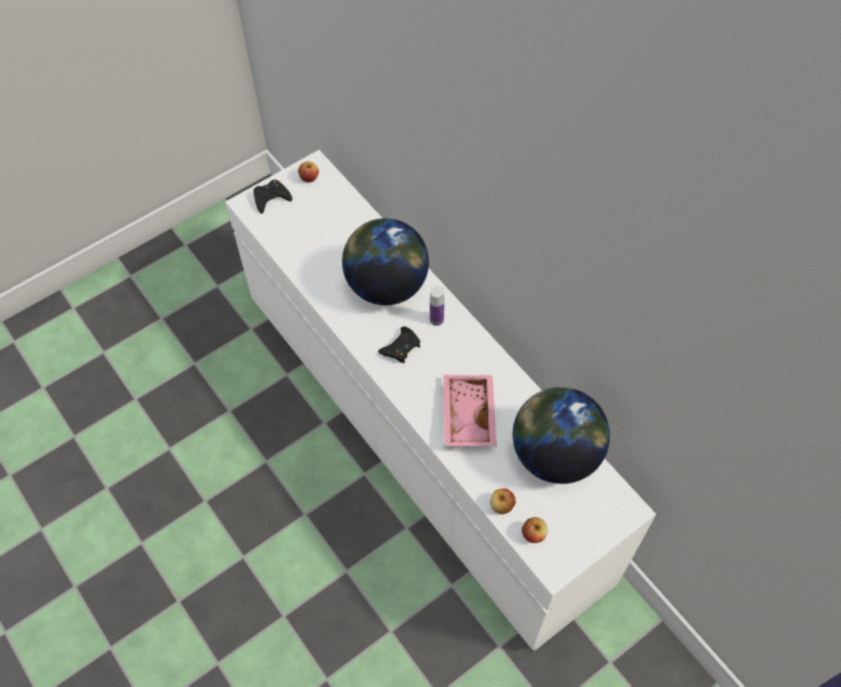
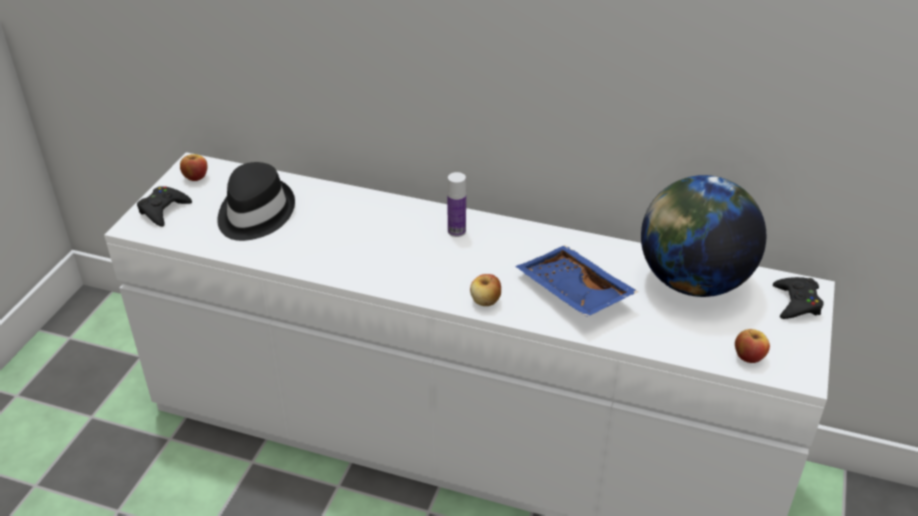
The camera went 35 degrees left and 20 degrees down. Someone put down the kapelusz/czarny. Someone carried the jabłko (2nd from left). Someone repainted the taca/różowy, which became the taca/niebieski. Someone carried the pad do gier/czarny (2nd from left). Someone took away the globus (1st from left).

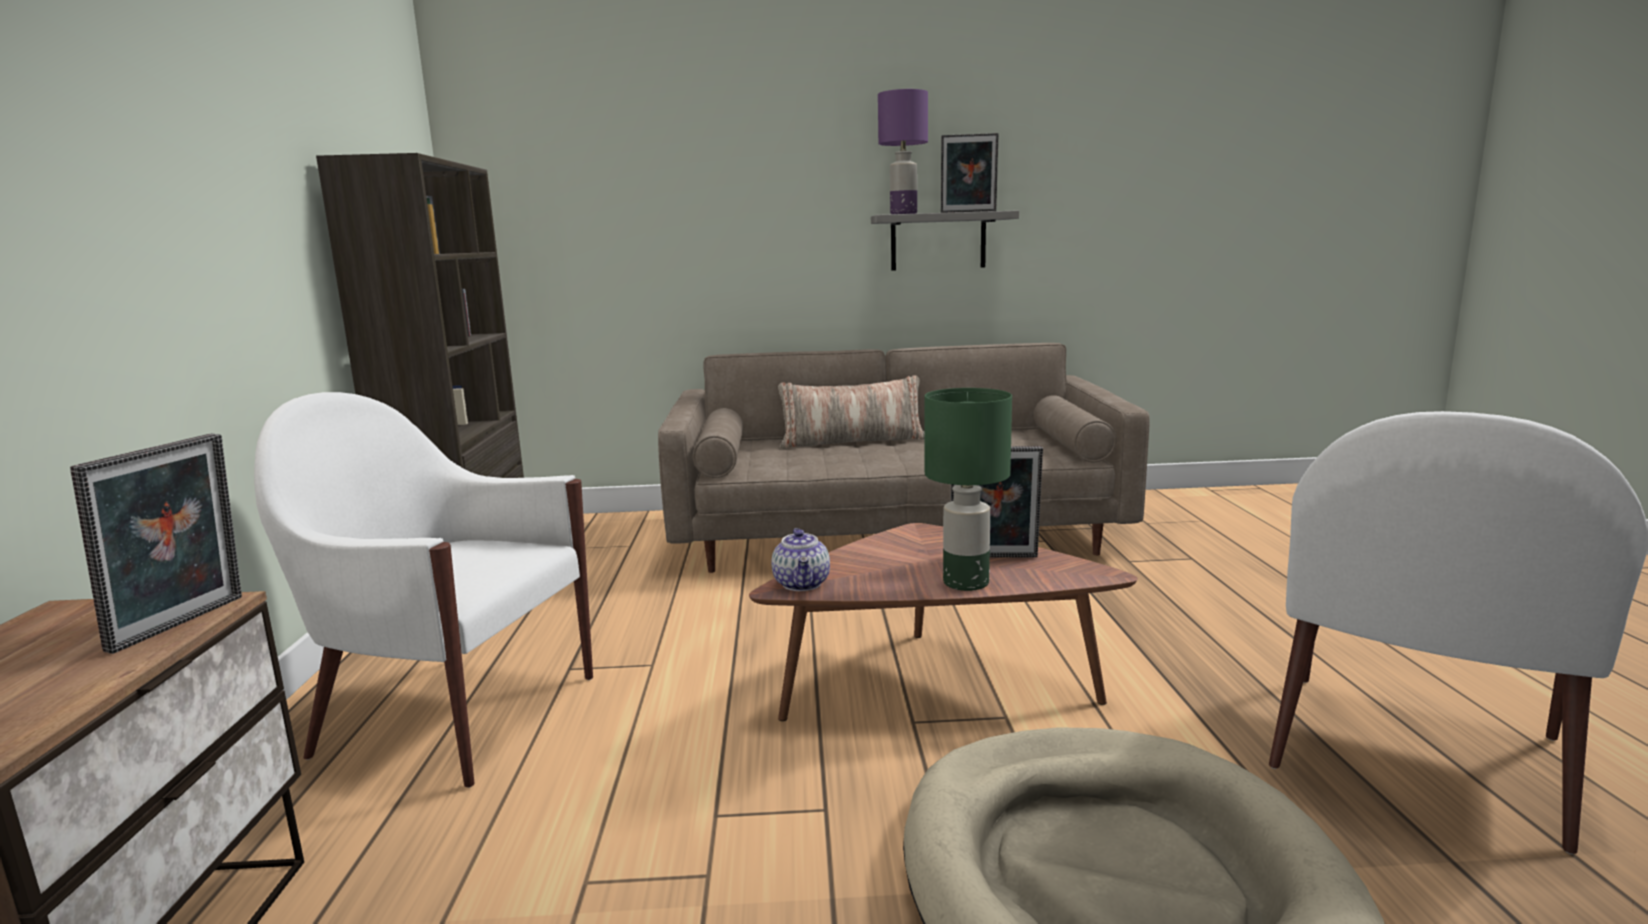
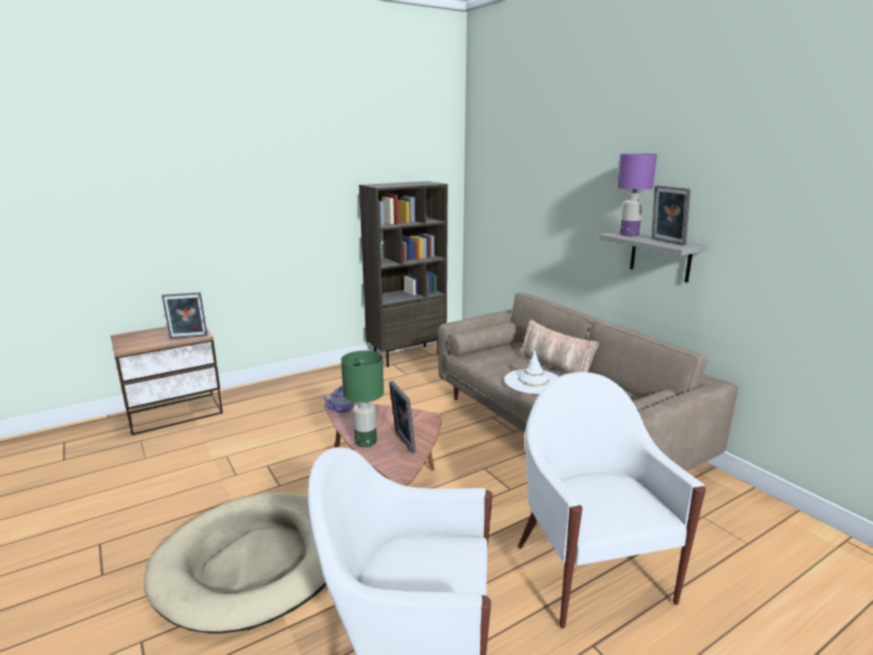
The camera went 60 degrees right and 5 degrees up. Someone put down the kapelusz/biały. Someone carried the fotel/biały (1st from left in the first image).

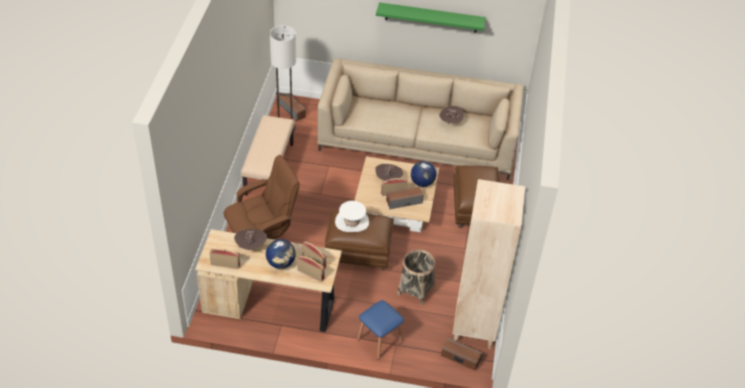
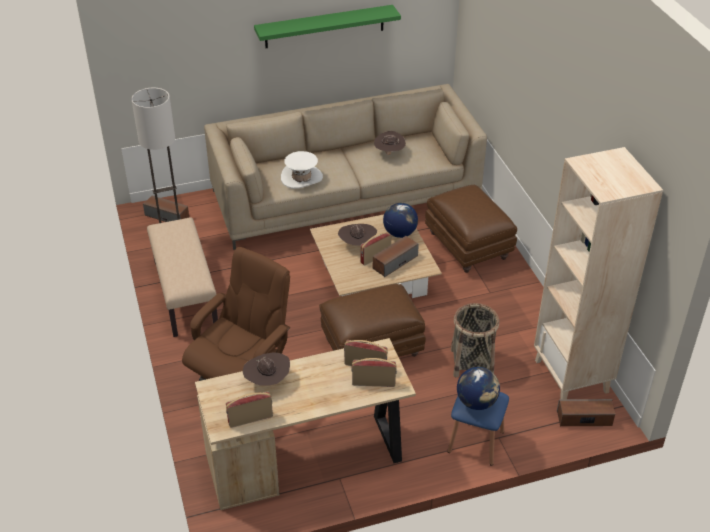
The camera went 25 degrees left and 5 degrees down. Someone carried the kapelusz/biały. Someone carried the globus (1st from left in the first image).

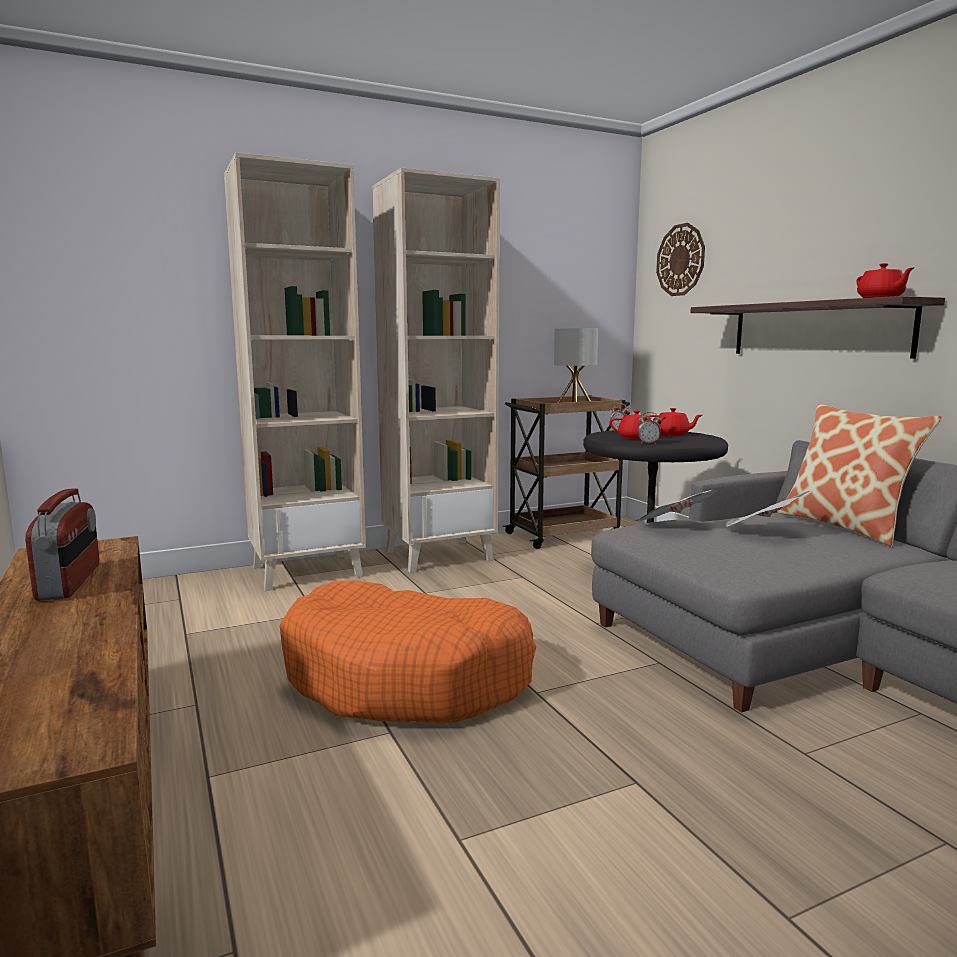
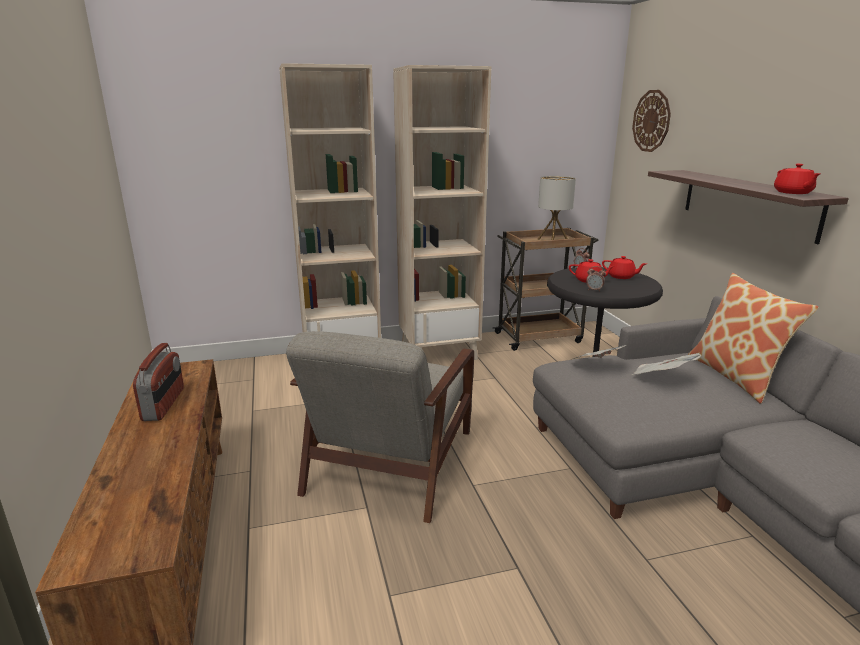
The camera went 10 degrees right and 10 degrees up. Someone swapped the legowisko/pomarańczowy for the fotel/szary.

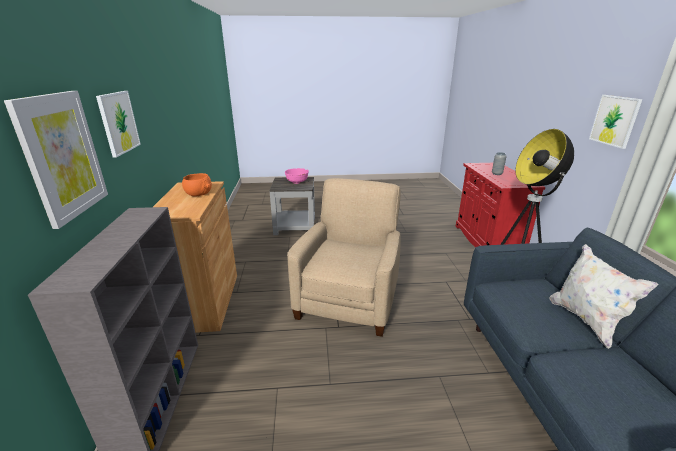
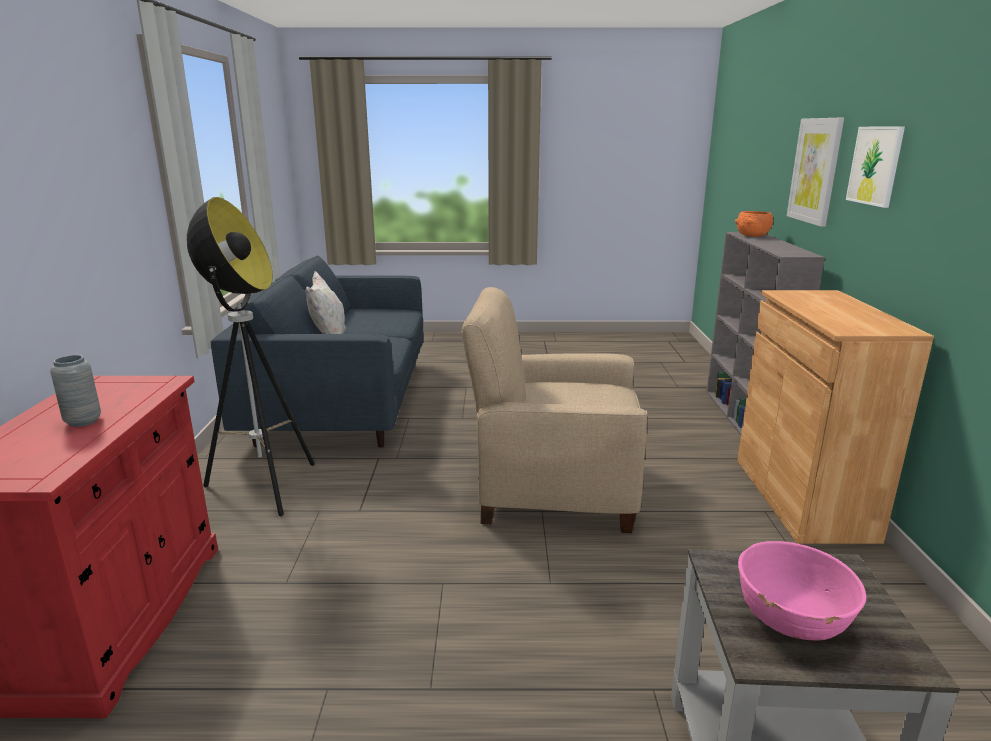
The camera went 175 degrees left and 5 degrees down. Someone rotated the fotel/beżowy by 75 degrees clockwise. Someone carried the miska/pomarańczowy. Someone took away the obraz (3rd from left).

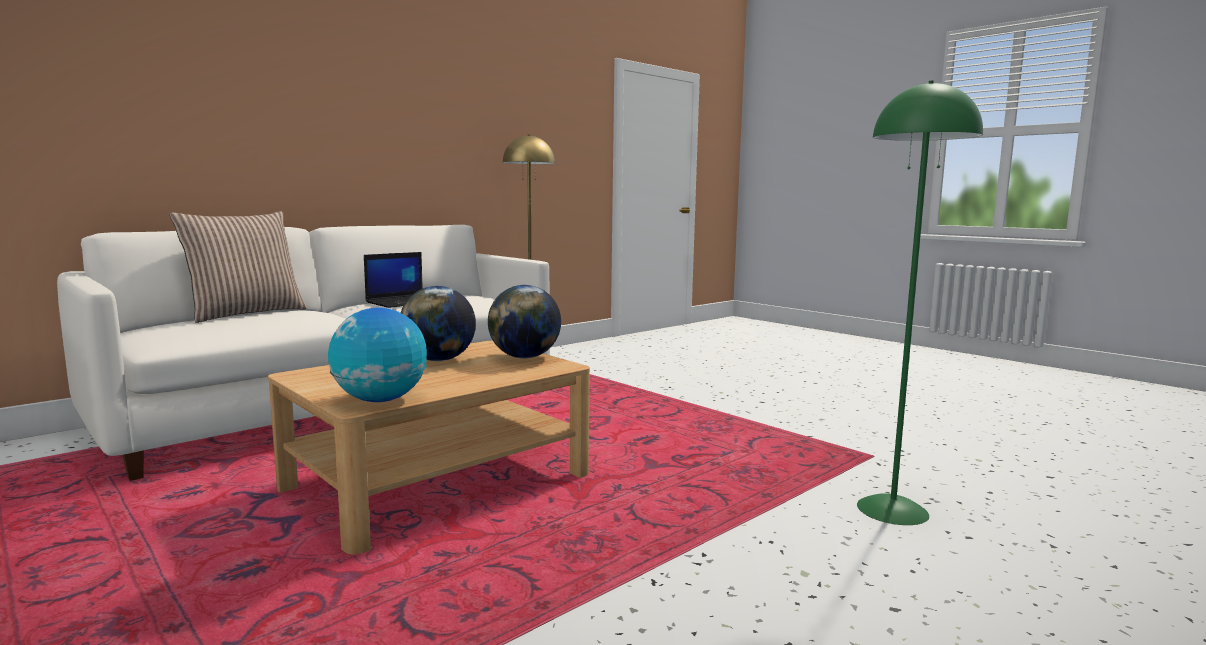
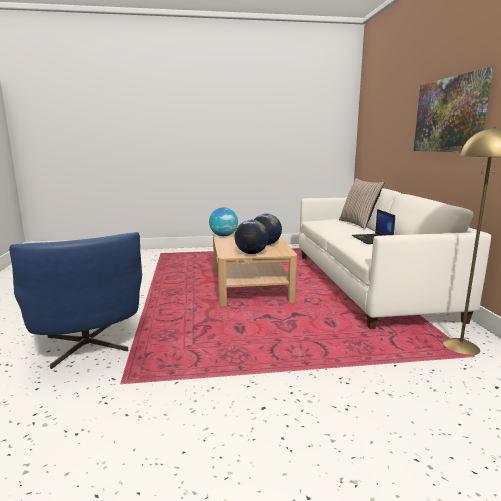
The camera went 125 degrees right and 5 degrees up. Someone swapped the lampa stojąca/zielony for the fotel/niebieski. Someone put up the obraz.

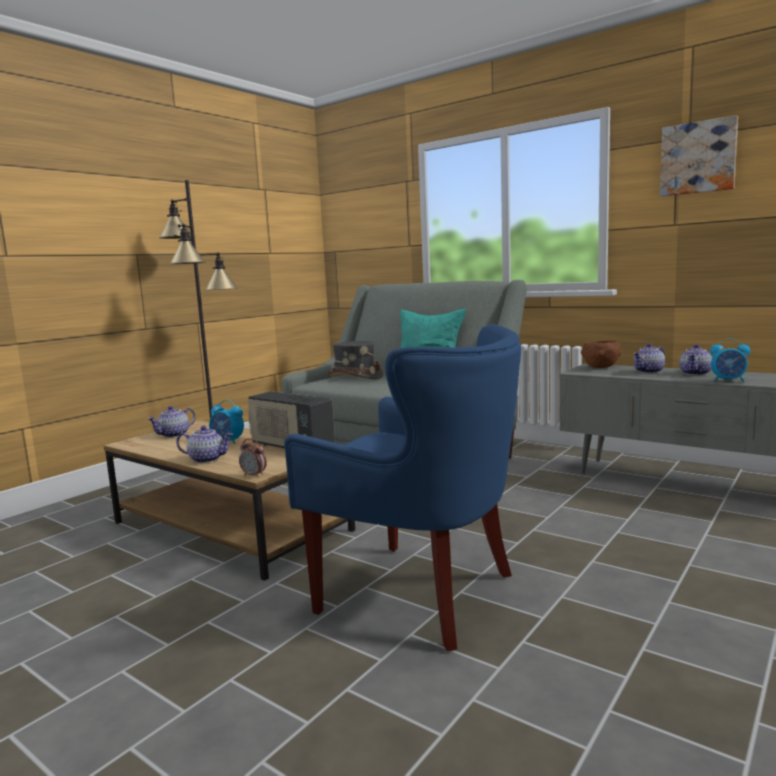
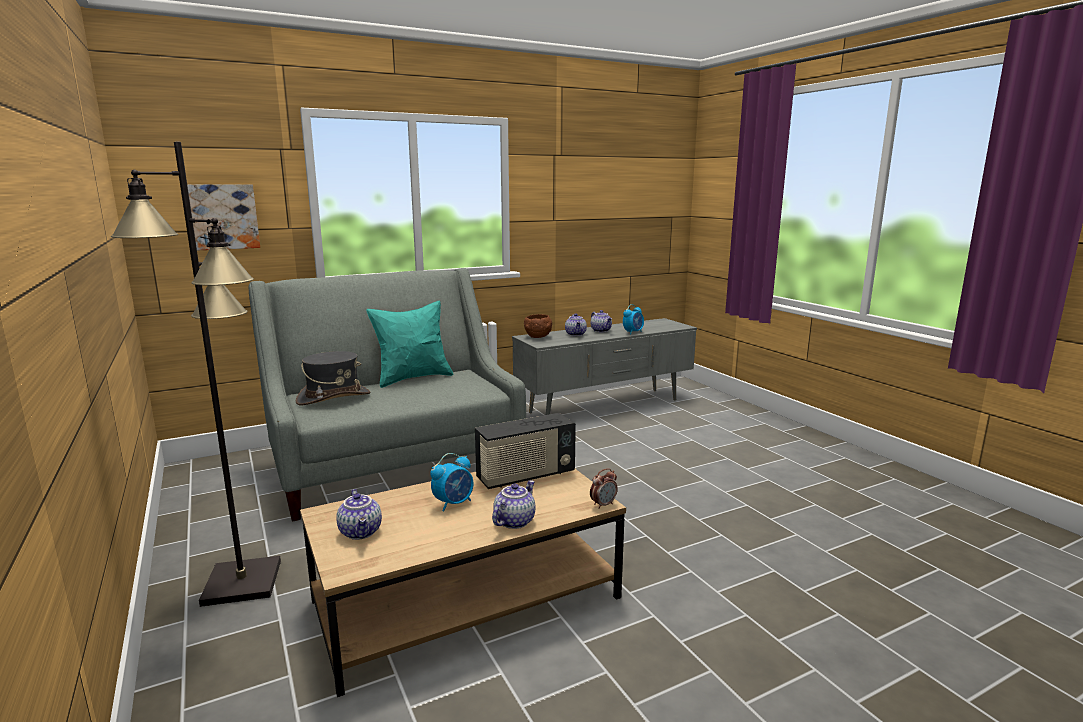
The camera went 65 degrees left and 5 degrees up. Someone carried the obraz. Someone took away the fotel/niebieski.

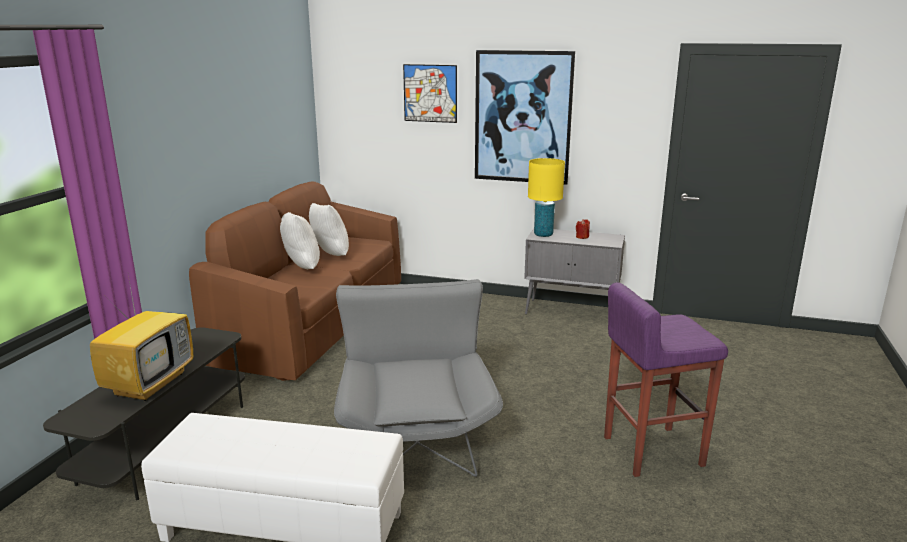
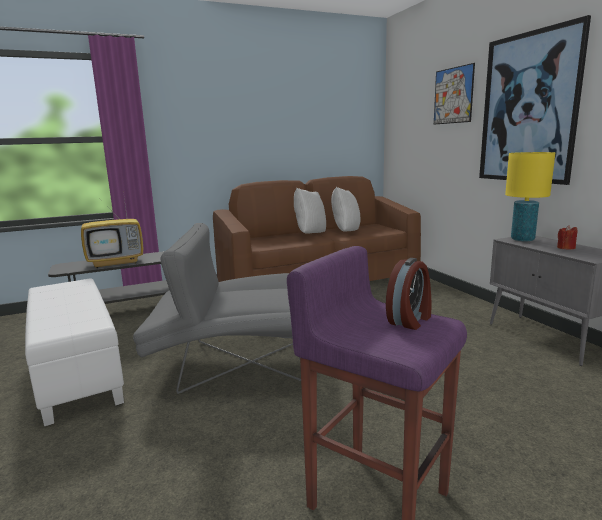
The camera went 50 degrees right and 5 degrees down. Someone rotated the fotel/szary by 135 degrees counterclockwise. Someone put down the budzik.

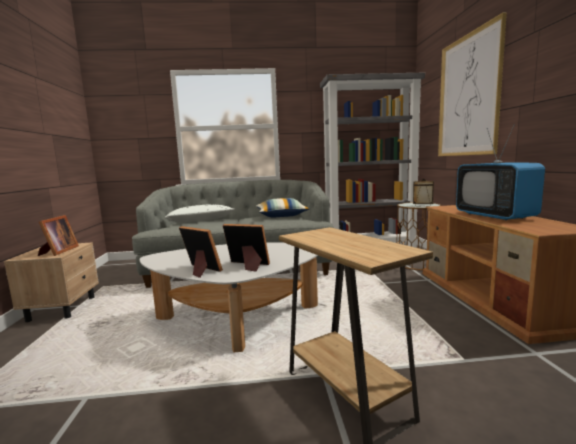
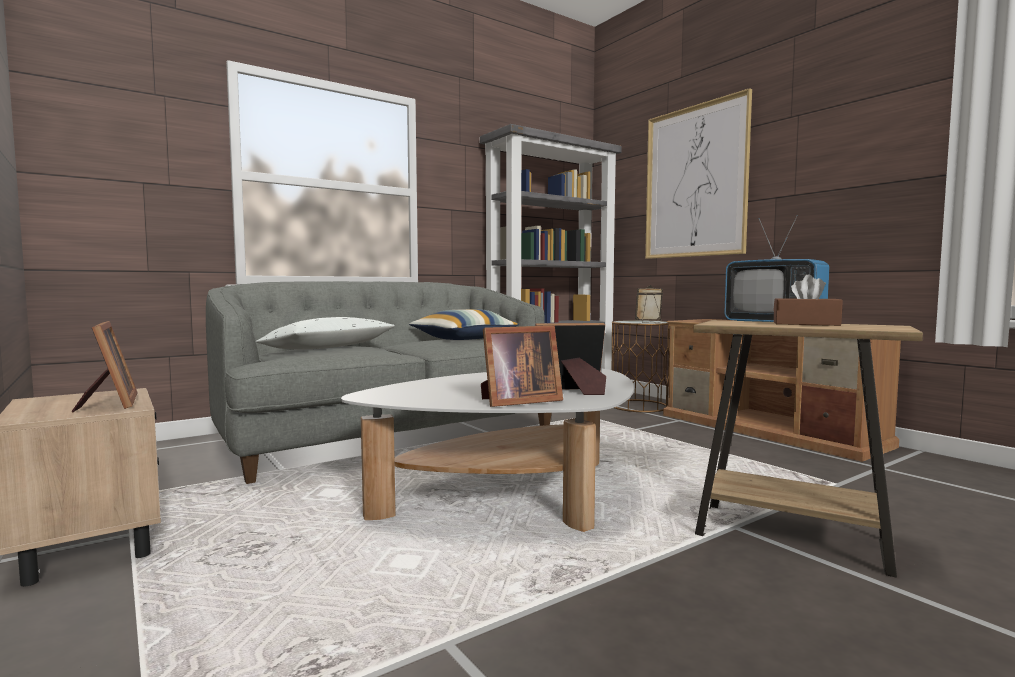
The camera went 30 degrees left and 5 degrees down. Someone rotated the ramka na zdjęcie (2nd from left) by 150 degrees clockwise. Someone put down the pudełko chusteczek/brązowy.

